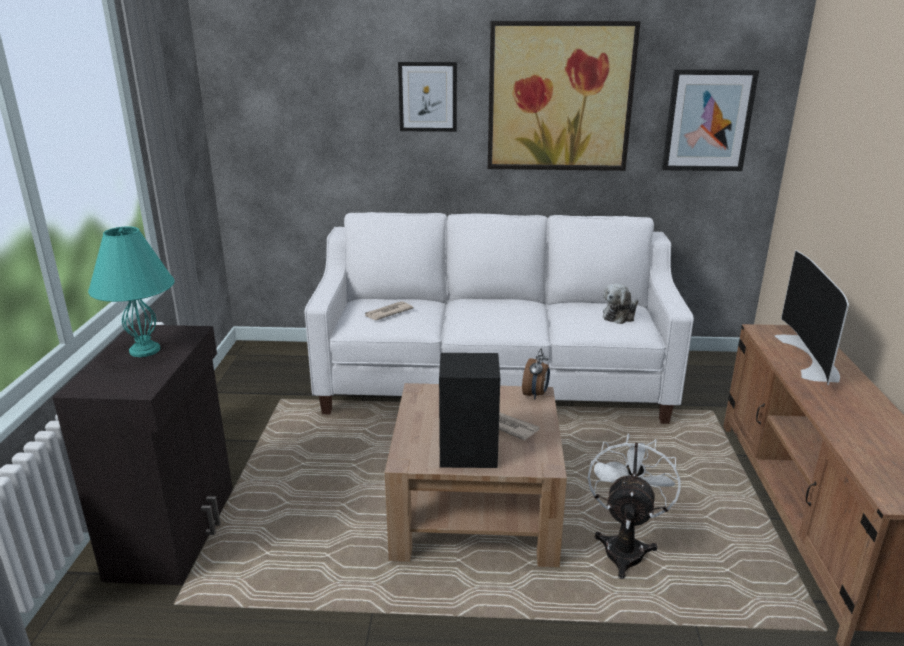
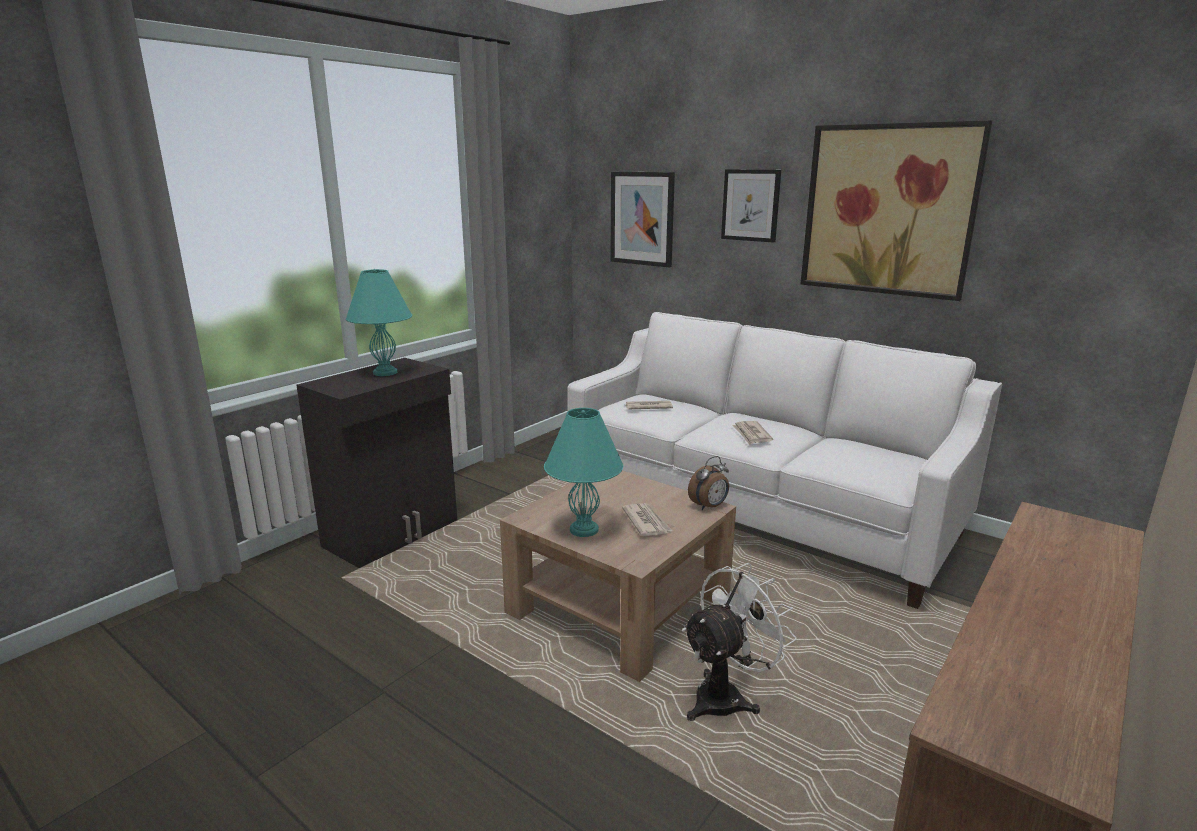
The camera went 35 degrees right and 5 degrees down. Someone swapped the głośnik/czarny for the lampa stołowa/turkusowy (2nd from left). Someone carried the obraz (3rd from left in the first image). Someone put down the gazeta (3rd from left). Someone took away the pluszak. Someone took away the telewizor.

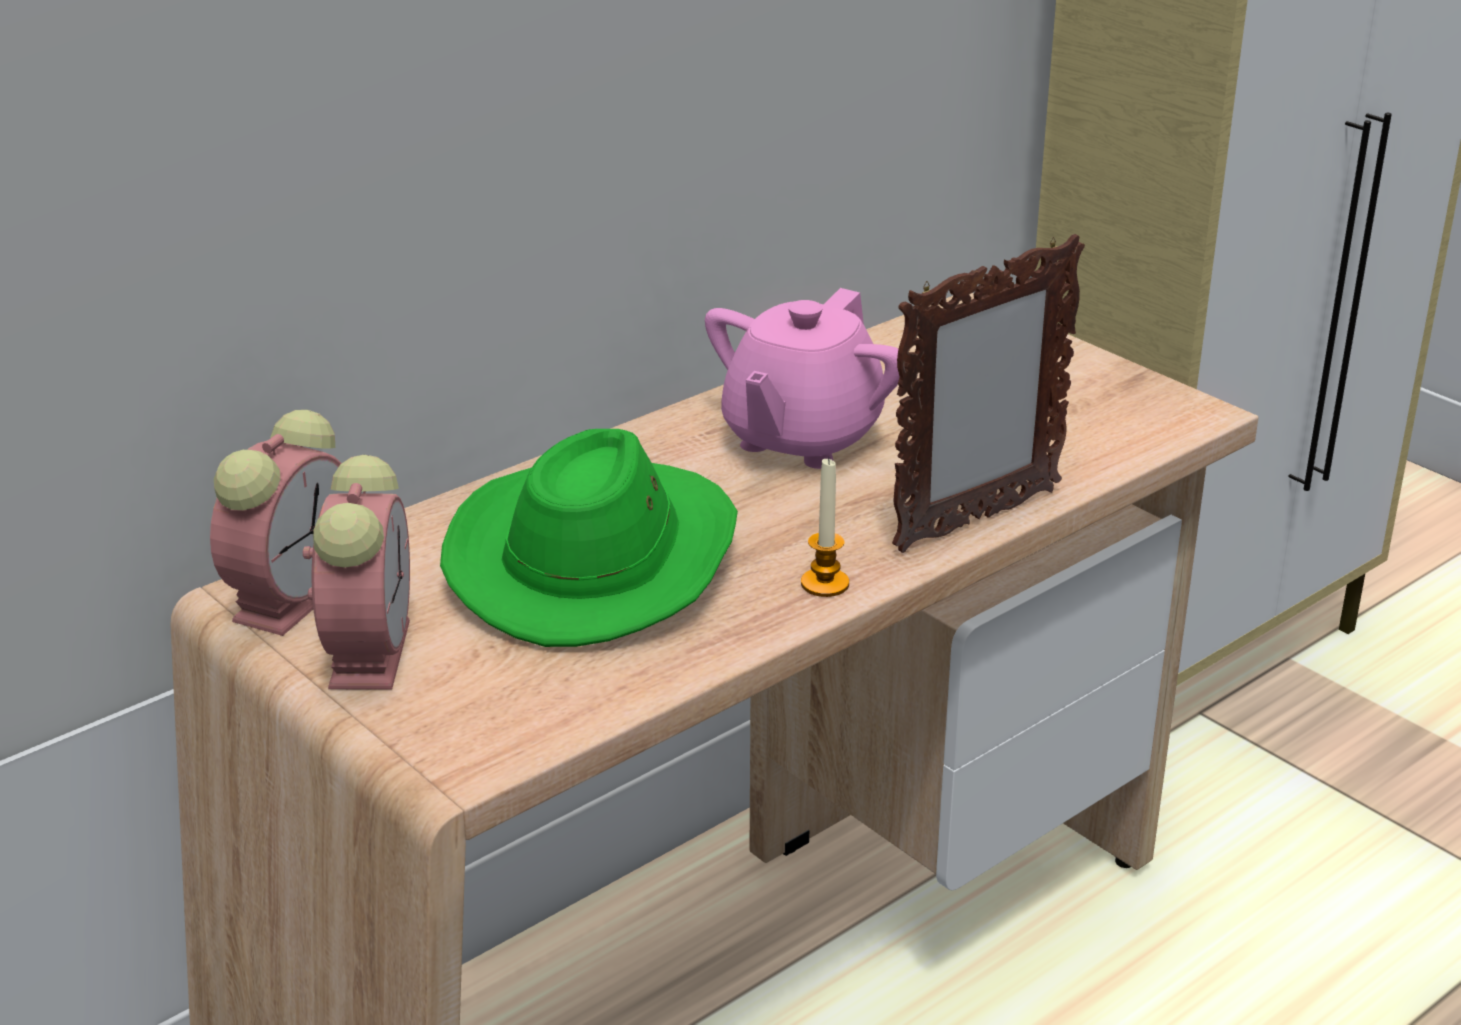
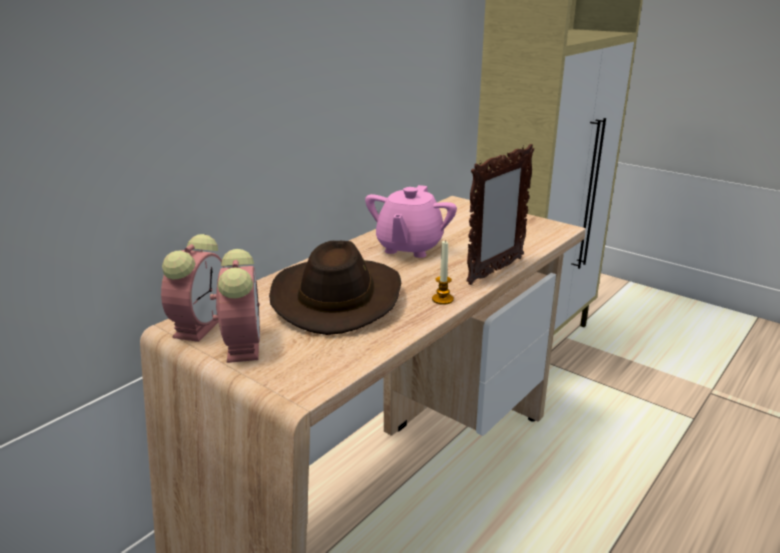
The camera went 10 degrees left and 5 degrees down. Someone repainted the kapelusz/zielony, which became the kapelusz/brązowy.

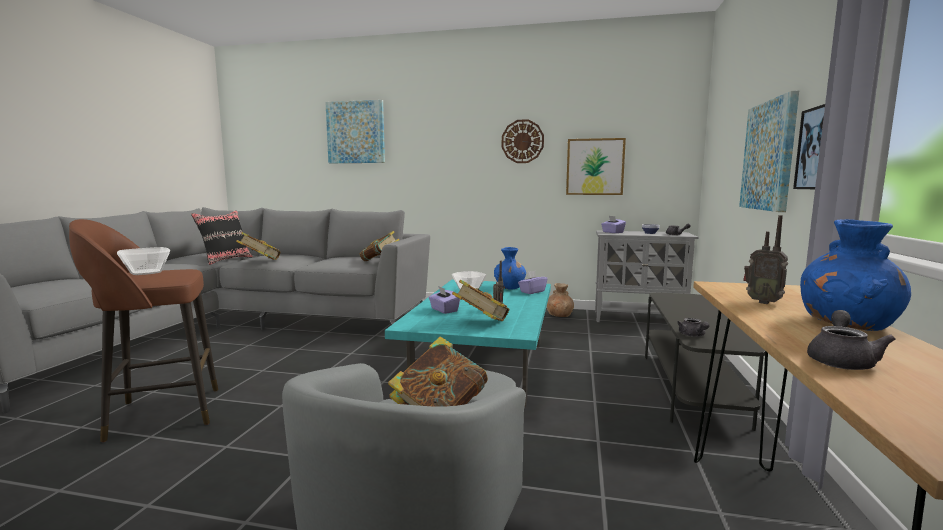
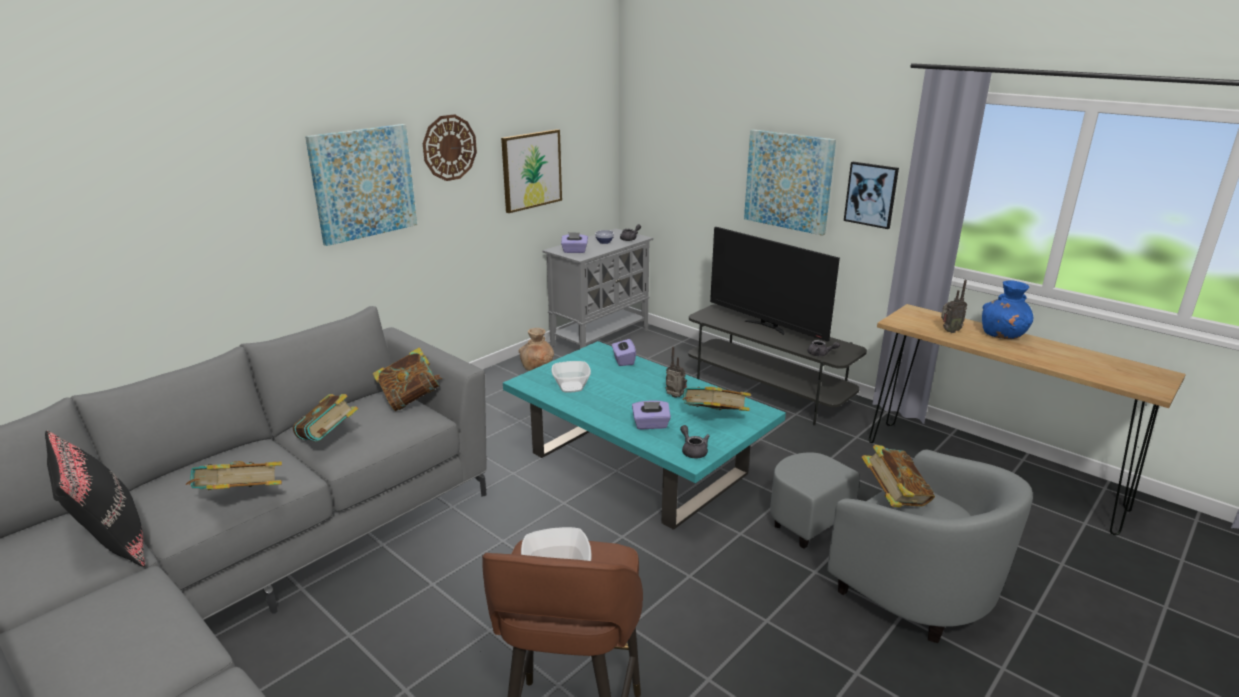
The camera went 60 degrees left and 15 degrees up. Someone put down the książka (2nd from left). Someone carried the obraz (1st from left). Someone carried the imbryk/szary (3rd from left in the first image). Someone put down the telewizor. Someone took away the wazon/niebieski (1st from left).

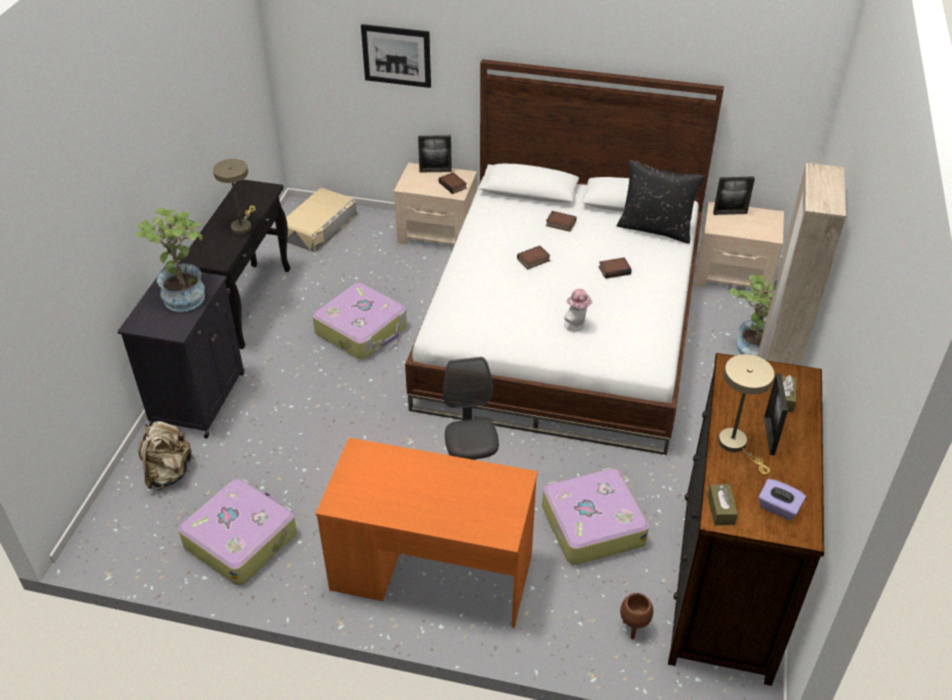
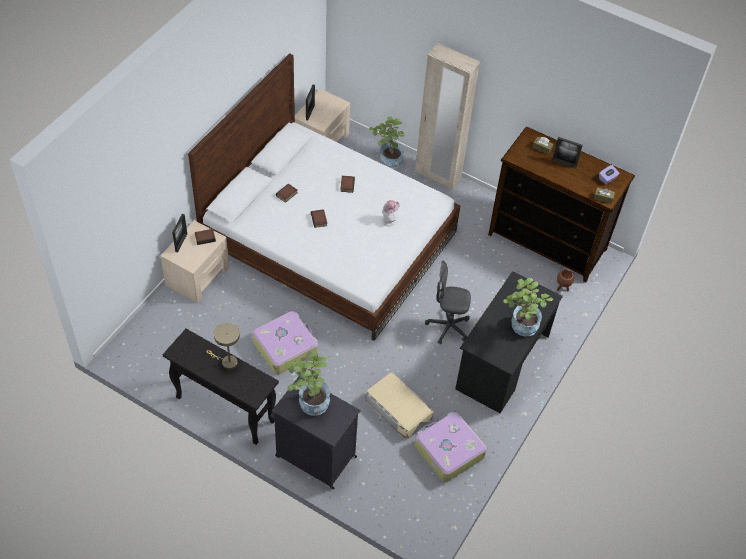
The camera went 75 degrees left and 10 degrees up. Someone carried the pojemnik do przechowywania/beżowy. Someone repainted the biurko/pomarańczowy, which became the biurko/czarny. Someone put down the roślina doniczkowa (3rd from left). Someone took away the plecak/beżowy. Someone took away the obraz. Someone took away the walizka (3rd from left). Someone took away the poduszka/czarny. Someone took away the lampa stołowa/beżowy (2nd from left).

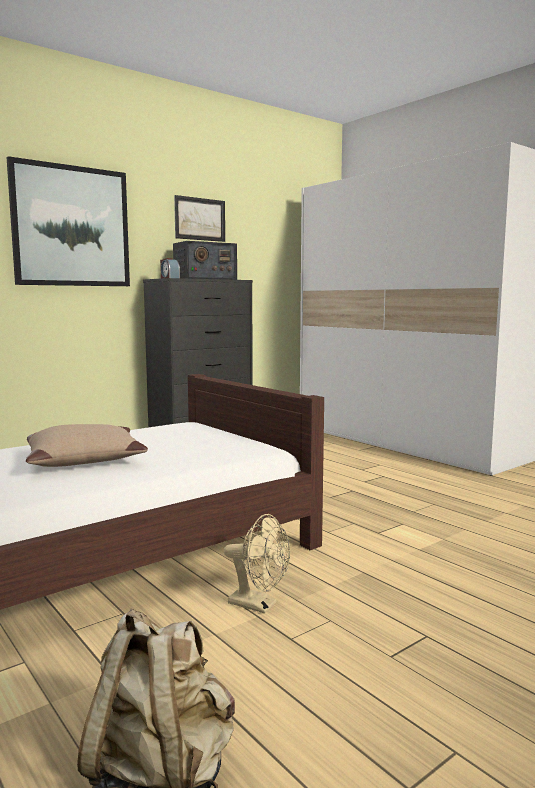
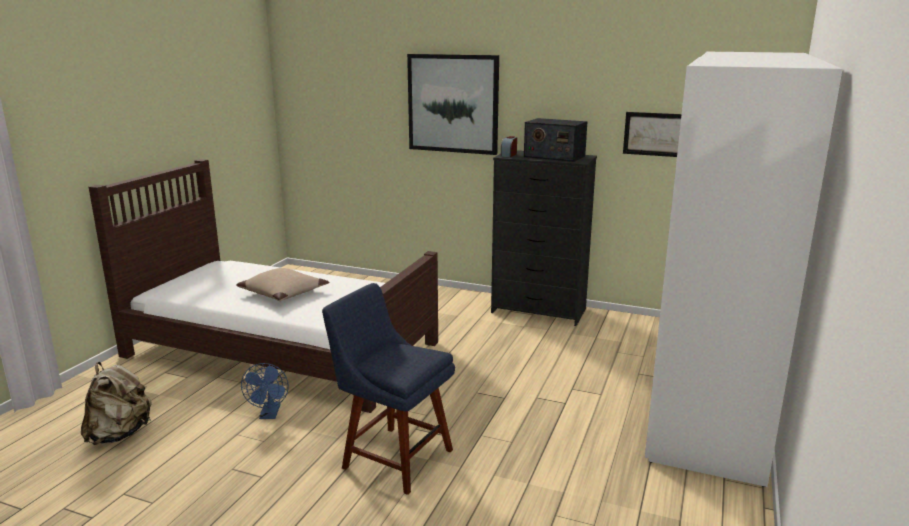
The camera went 60 degrees right and 10 degrees up. Someone repainted the wentylator/beżowy, which became the wentylator/niebieski. Someone put down the krzesło/niebieski. Someone carried the obraz (2nd from left).

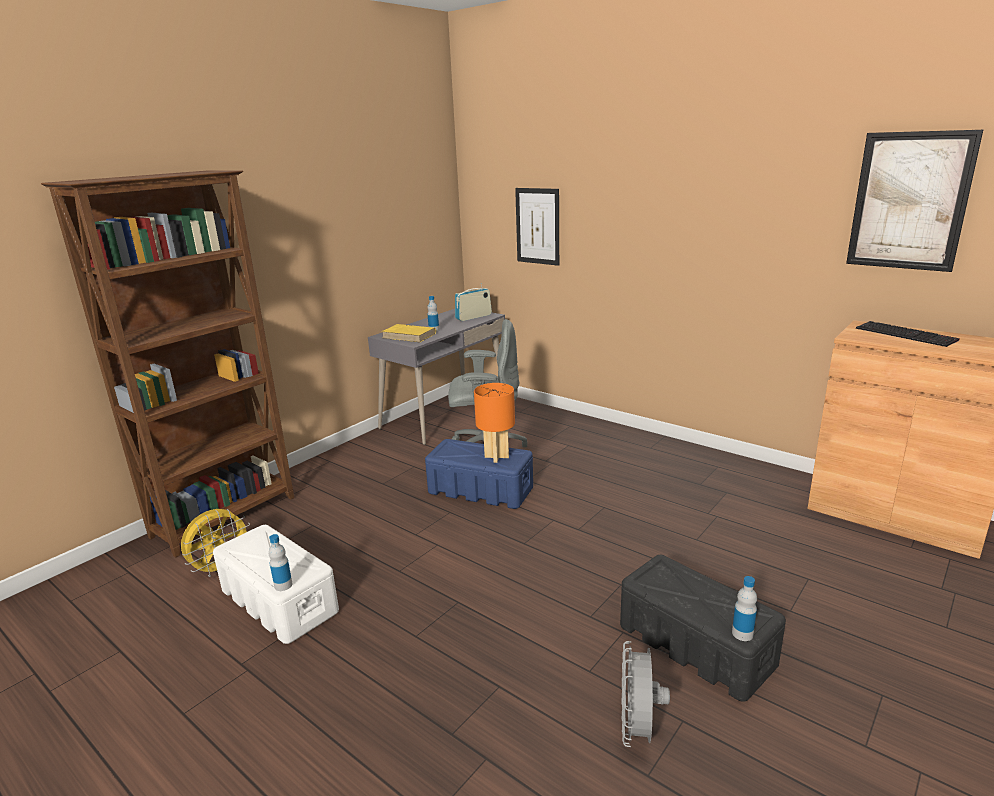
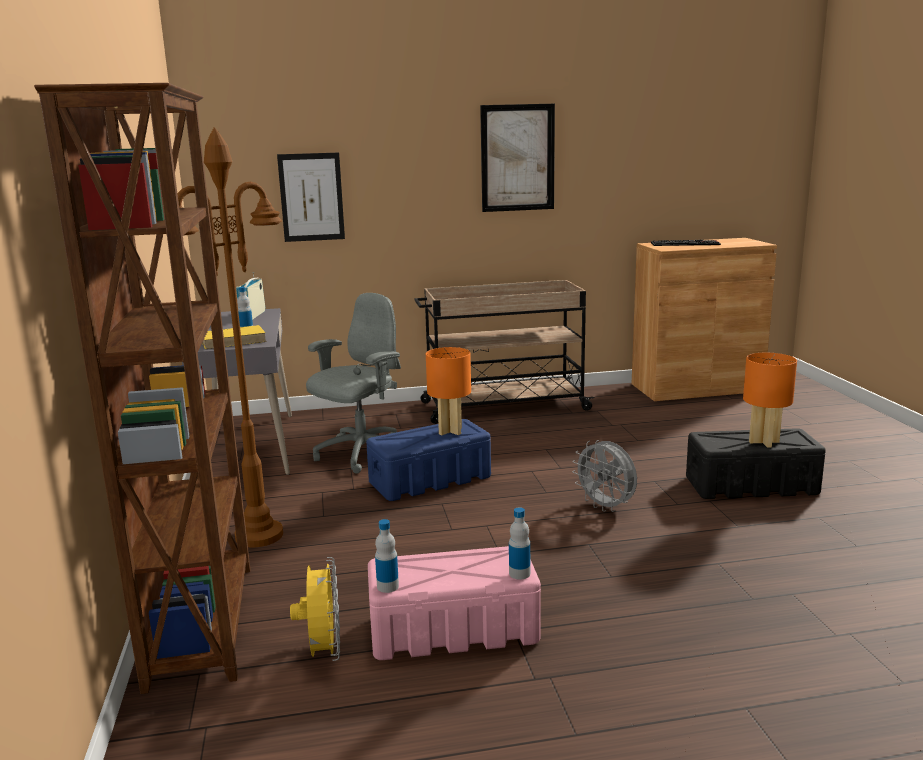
The camera went 50 degrees left and 5 degrees down. Someone put down the lampa stojąca/brązowy. Someone repainted the pojemnik do przechowywania/biały, which became the pojemnik do przechowywania/różowy. Someone carried the butelka (3rd from left in the first image). Someone put down the wózek/beżowy. Someone carried the obraz (2nd from left). Someone carried the wentylator/szary. Someone put down the lampa stołowa/pomarańczowy (2nd from left).

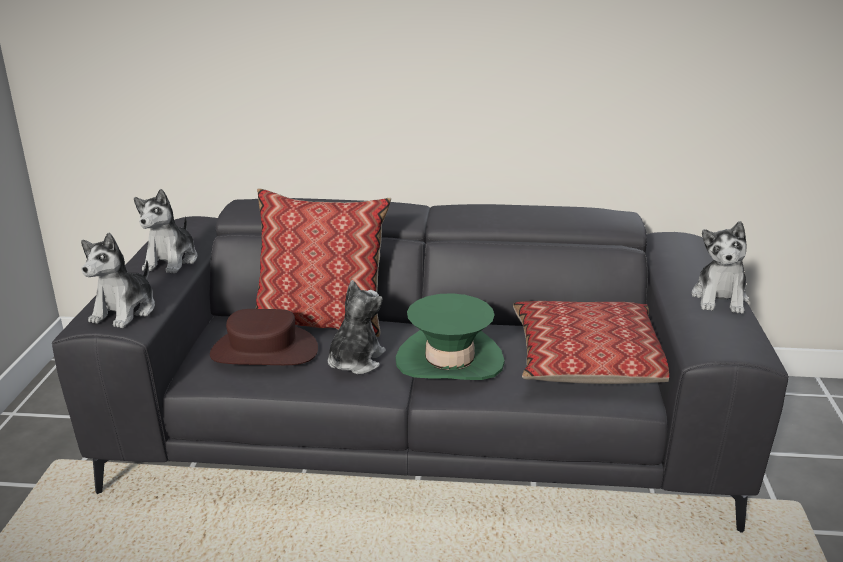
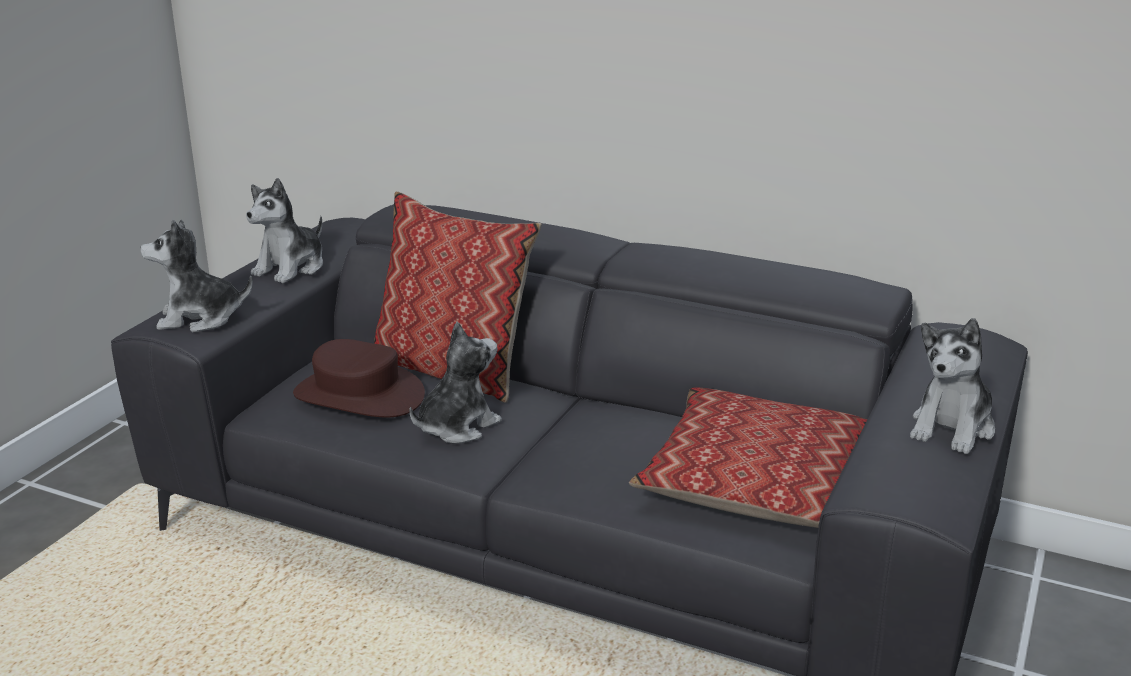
The camera went 20 degrees right and 0 degrees up. Someone rotated the pluszak (1st from left) by 45 degrees clockwise. Someone took away the kapelusz/zielony.

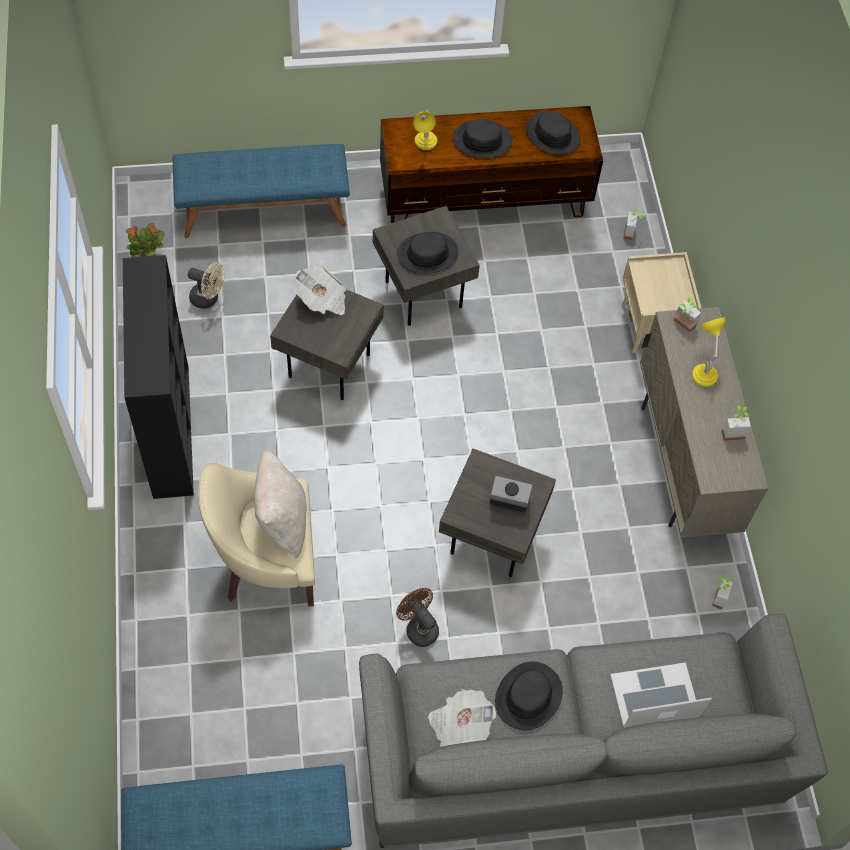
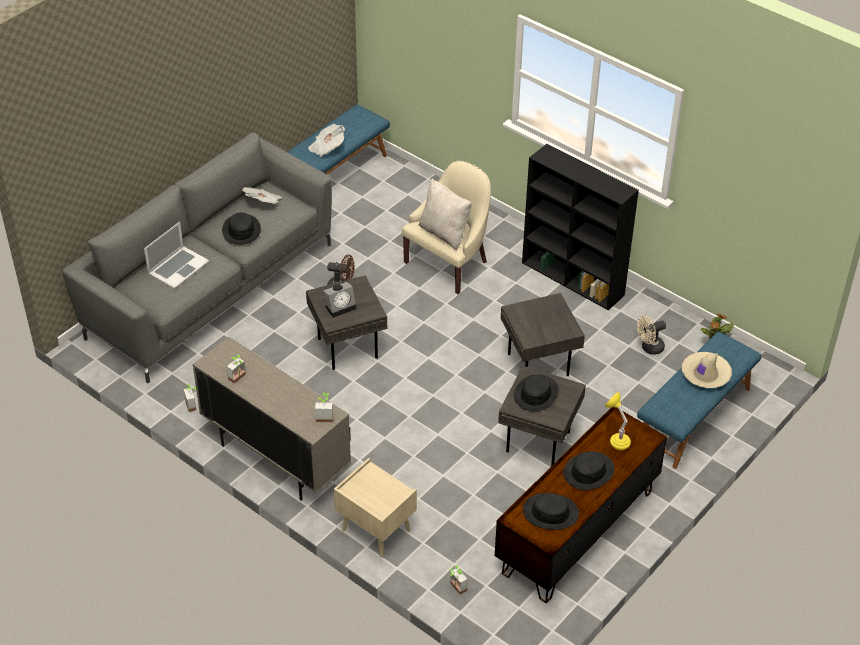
The camera went 140 degrees right and 15 degrees down. Someone carried the gazeta (1st from left in the first image). Someone put down the kapelusz/beżowy. Someone took away the lampa stołowa/żółty (2nd from left).

